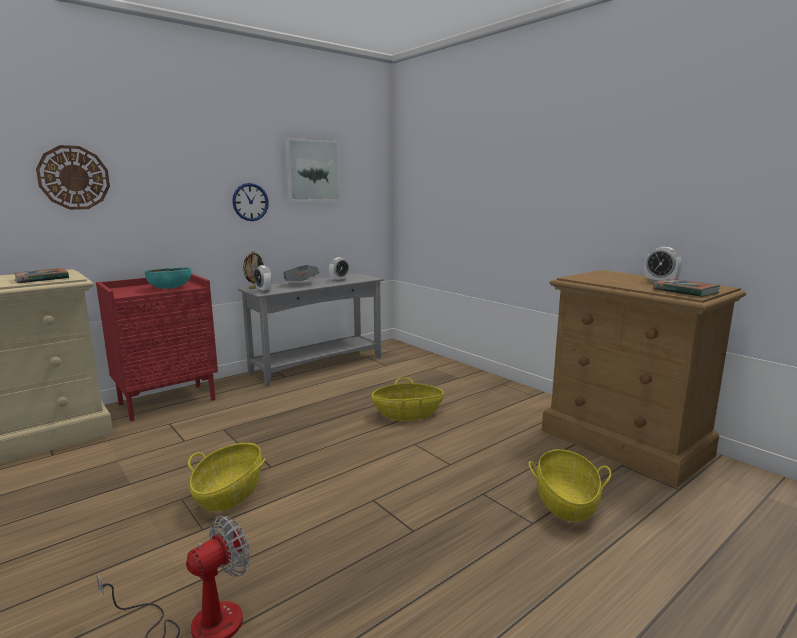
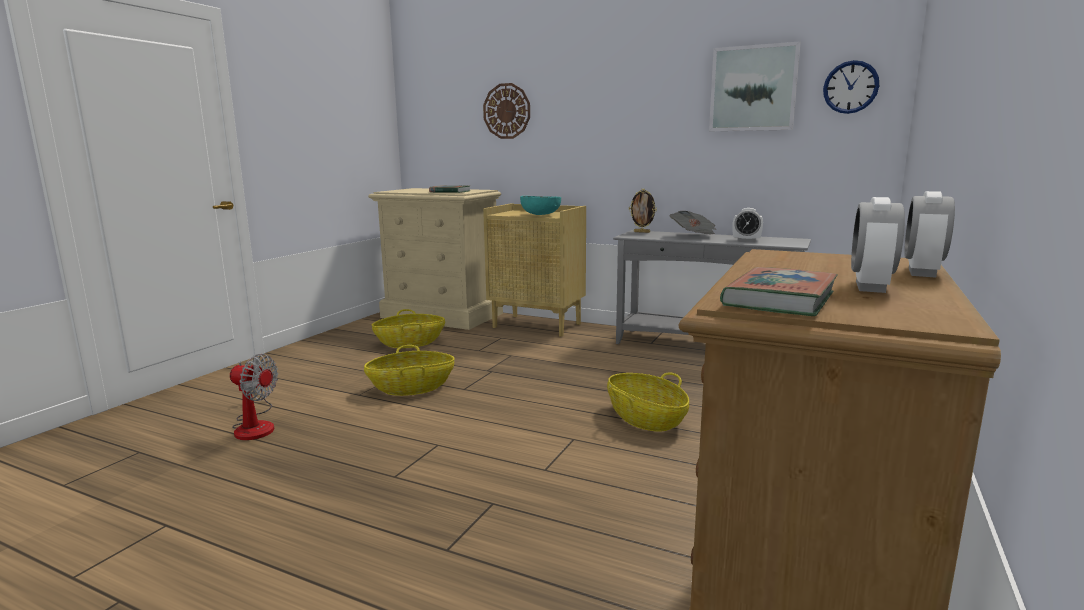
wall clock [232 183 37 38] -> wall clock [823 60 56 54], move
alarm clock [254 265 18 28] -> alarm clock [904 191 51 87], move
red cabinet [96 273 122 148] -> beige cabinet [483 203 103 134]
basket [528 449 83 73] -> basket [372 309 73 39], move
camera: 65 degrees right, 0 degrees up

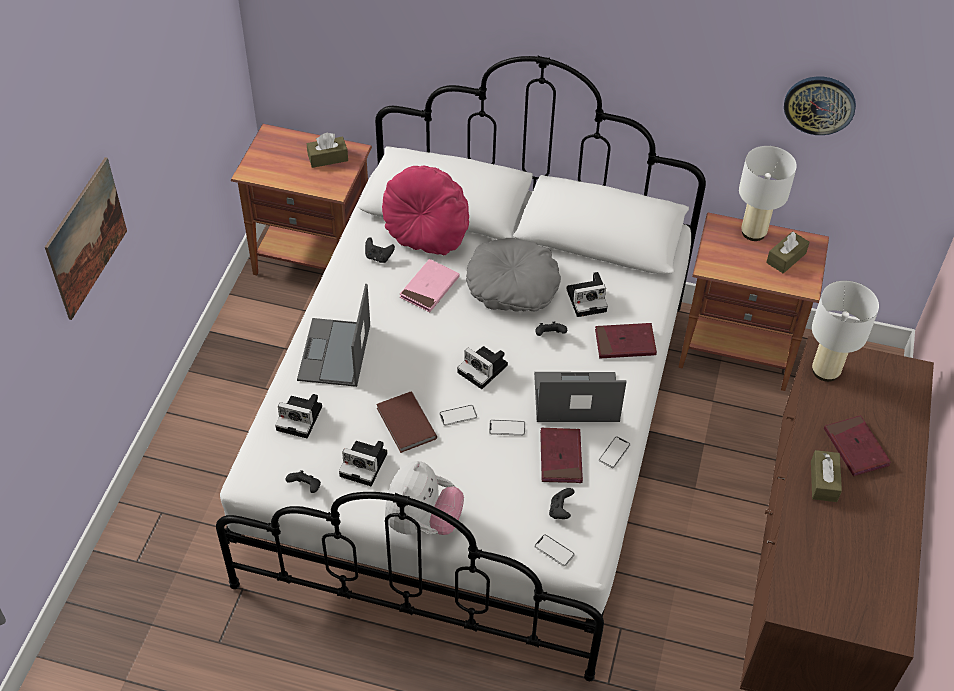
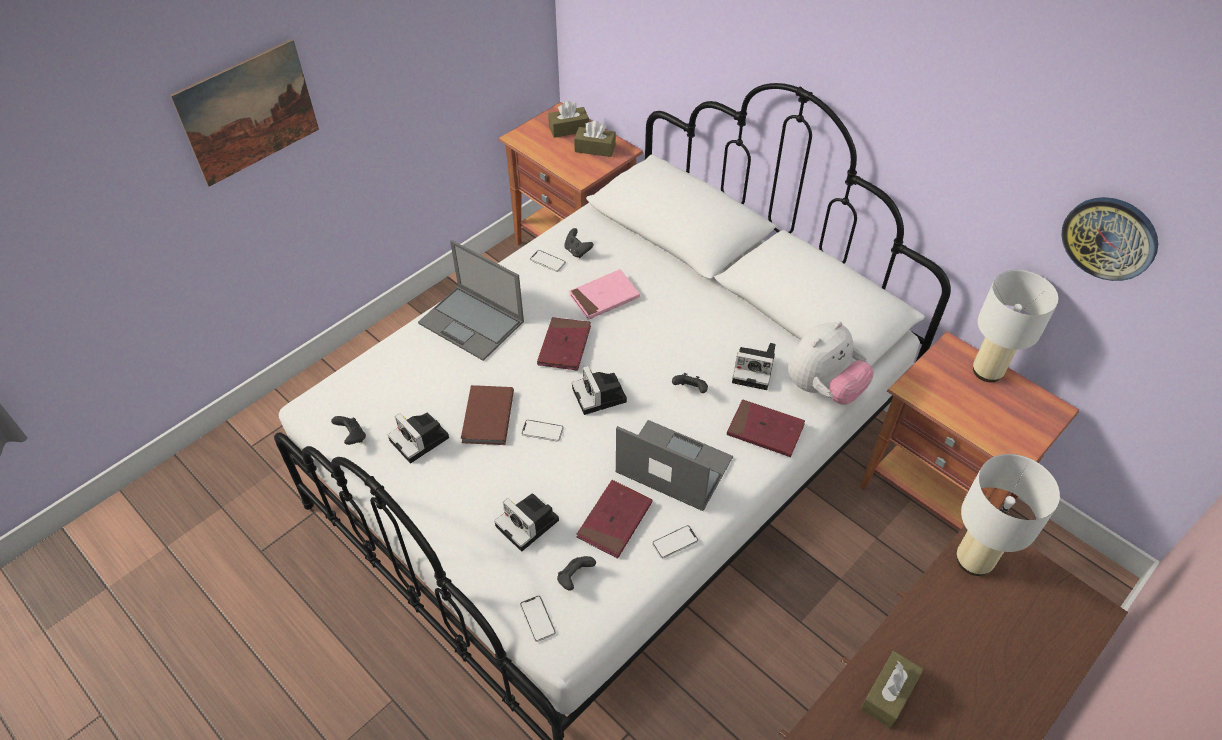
pink pillow [382 166 87 89] -> none
brown tissue box [766 231 44 43] -> brown tissue box [548 101 41 37], move
grey pillow [466 238 95 73] -> none
laptop [297 284 73 103] -> laptop [418 240 106 121], 90 degrees counterclockwise
photo camera [275 394 47 44] -> photo camera [494 493 65 59], move
red book [824 415 67 61] -> red book [537 317 54 54], move
phone [489 420 36 16] -> phone [530 250 36 22], move
plush toy [385 461 79 74] -> plush toy [788 321 86 84], move
camera: 30 degrees right, 0 degrees up

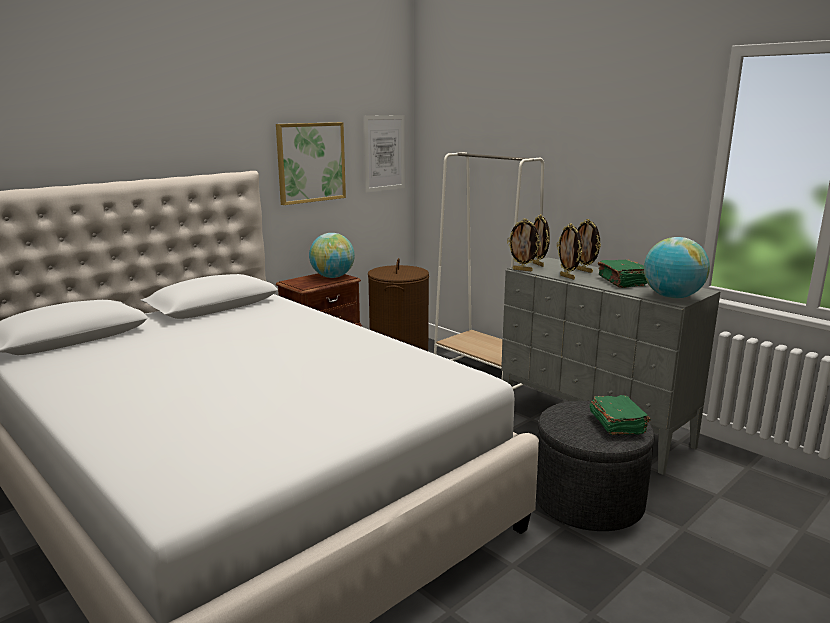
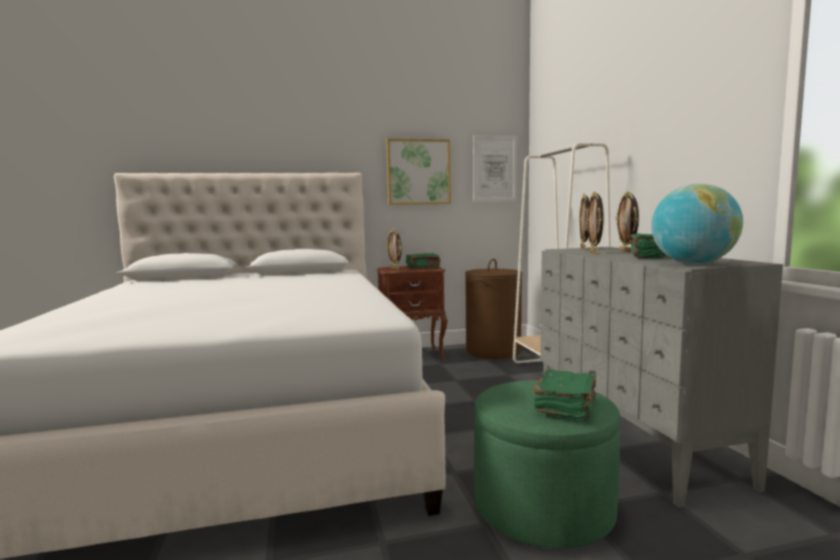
picture frame [507 219 34 52] -> picture frame [386 229 16 41], move
globe [309 233 46 45] -> green book [406 253 35 14]
grey ottoman [536 401 118 130] -> green ottoman [474 380 147 168]
camera: 30 degrees right, 10 degrees down

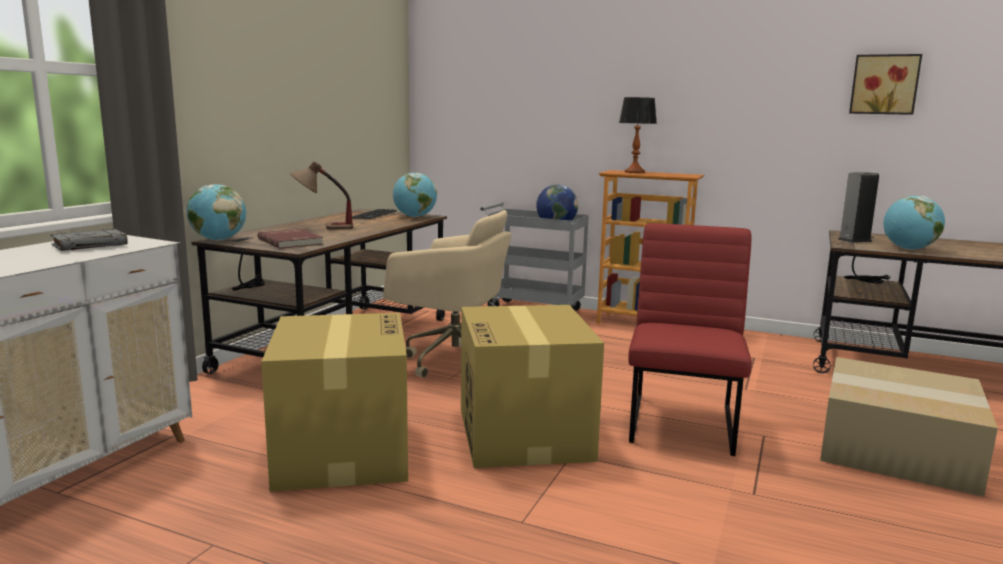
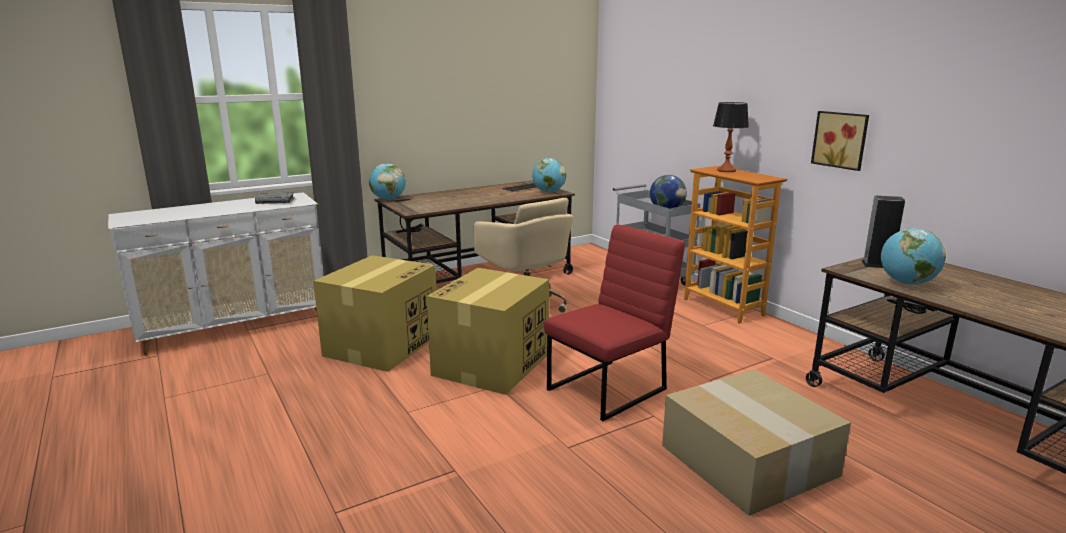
picture [849 54 73 61] -> picture [811 111 58 60], move
table lamp [290 161 63 69] -> none
red book [258 229 65 20] -> none
camera: 35 degrees right, 5 degrees up

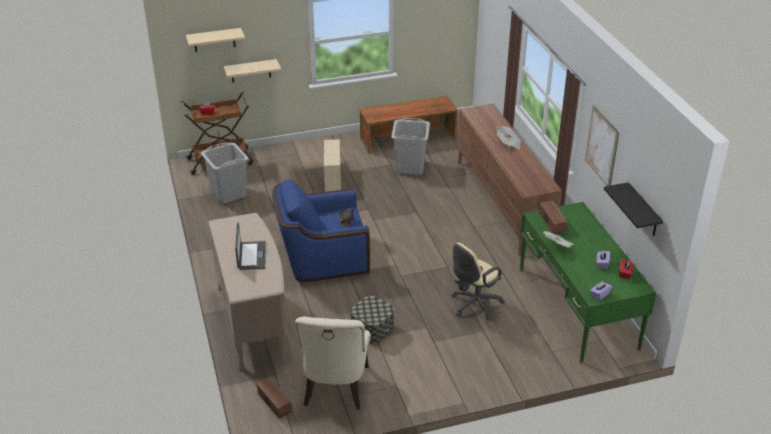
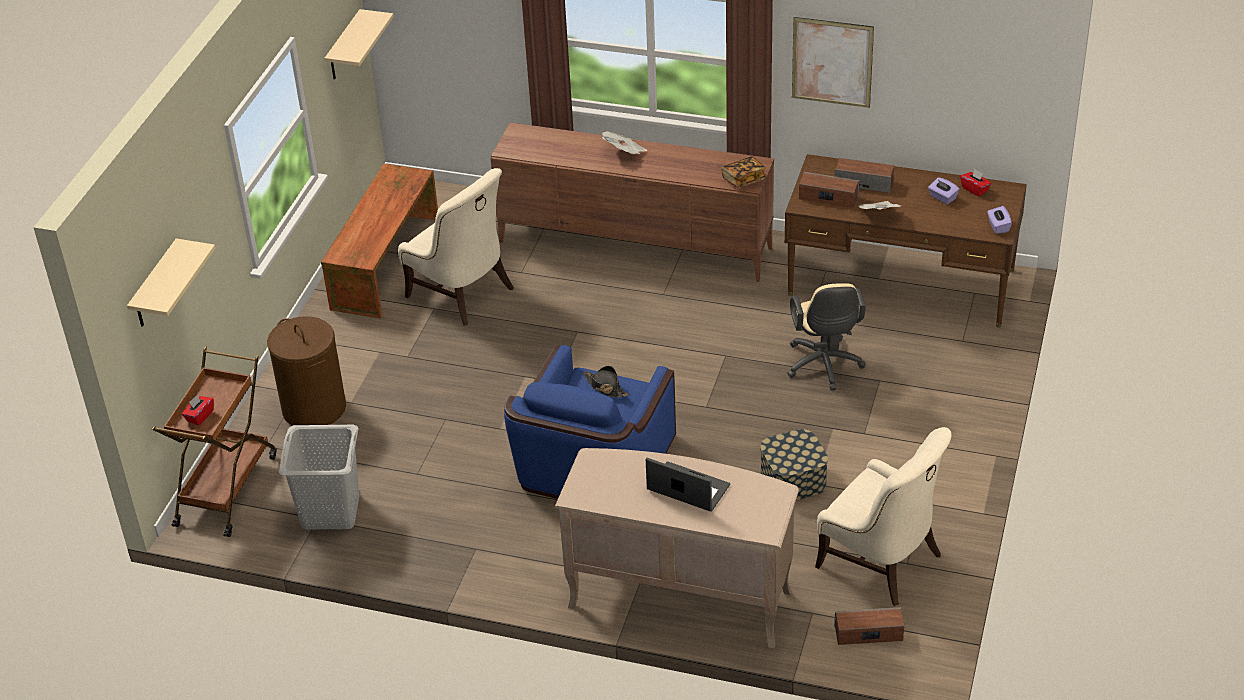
beige shelf [224 59 57 24] -> beige shelf [324 9 70 71], move
grey laundry basket [391 118 39 57] -> beige armchair [398 168 116 158]
beige storage box [324 140 17 52] -> none
black shelf [604 182 59 54] -> none
green desk [520 202 136 161] -> brown desk [785 154 242 174]
none -> book [722 157 44 31]
none -> speaker [834 158 60 35]
none -> brown laundry basket [267 316 79 110]
camera: 55 degrees left, 5 degrees up

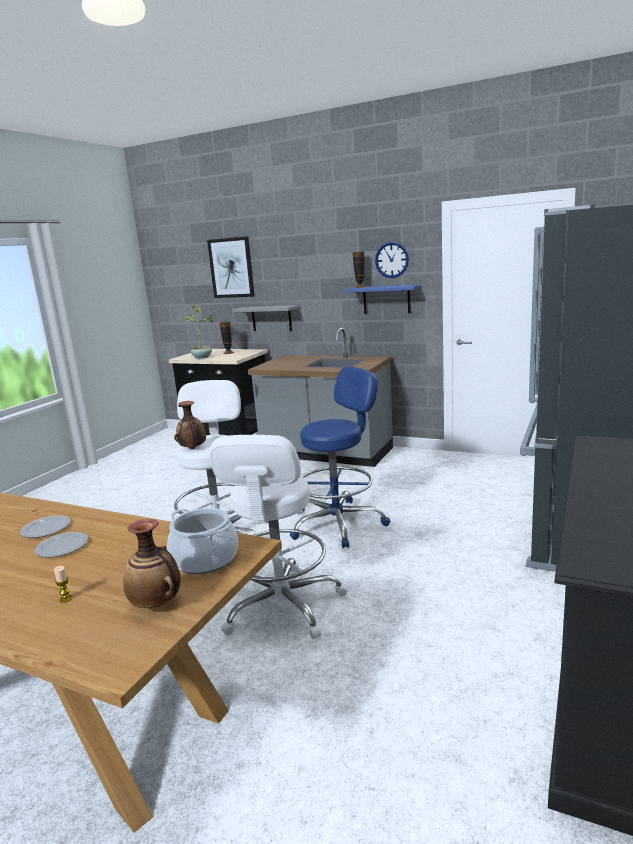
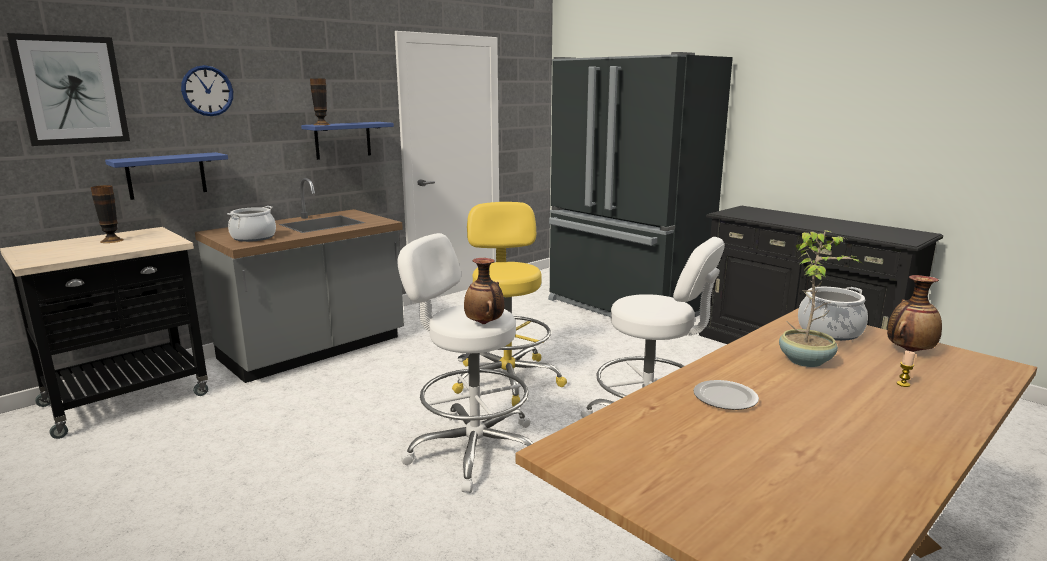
wall clock [375 242 34 36] -> wall clock [181 65 52 51], move
potted plant [184 305 32 54] -> potted plant [779 230 84 137], move
grey shelf [233 305 65 26] -> blue shelf [105 152 123 48]
blue stool [290 367 100 181] -> yellow stool [452 202 115 204]
plate [34 532 54 26] -> none
none -> cooking pot [227 206 49 36]
camera: 70 degrees left, 0 degrees up

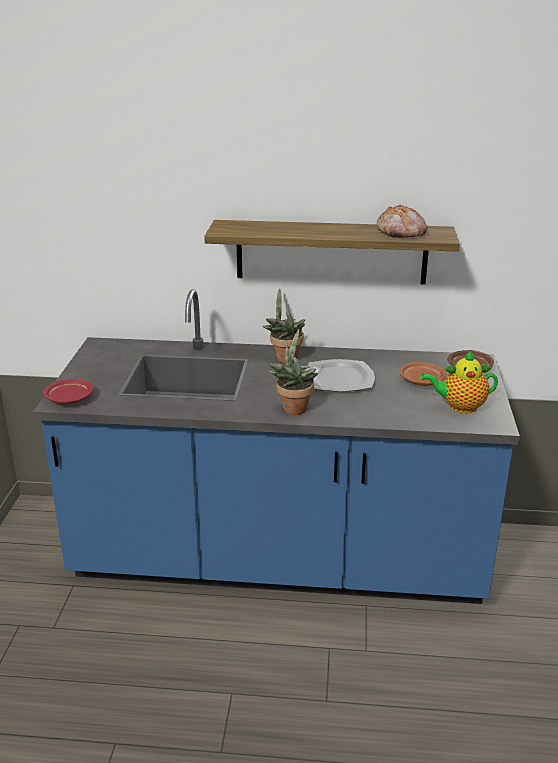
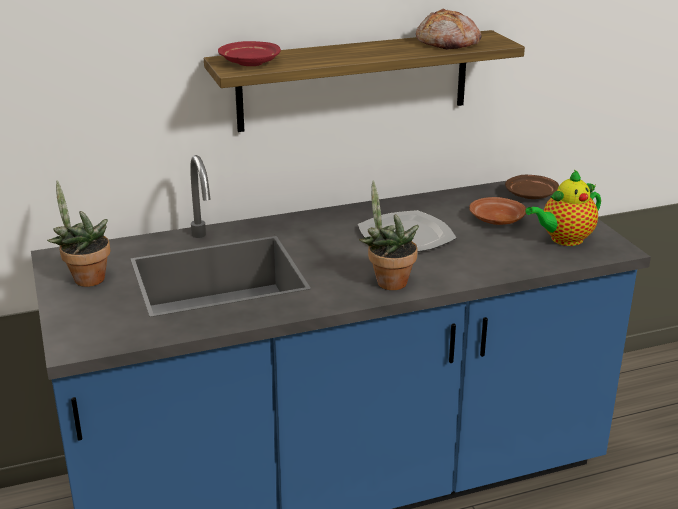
potted plant [263 288 42 75] -> potted plant [47 181 63 106], move
red plate [43 379 51 25] -> red plate [218 41 63 25], move
camera: 25 degrees left, 0 degrees up

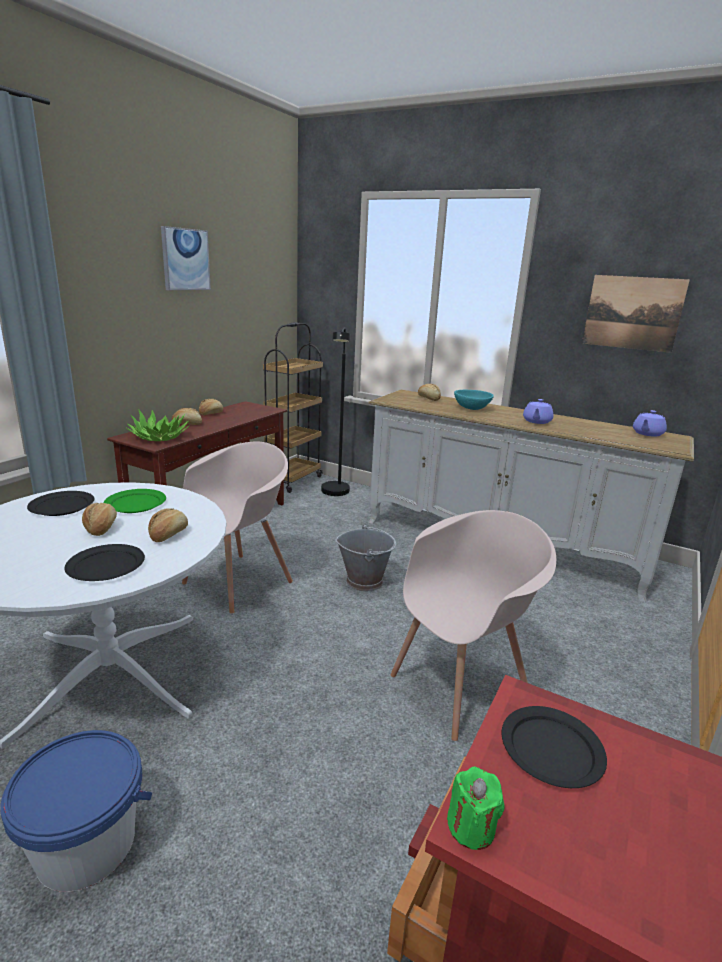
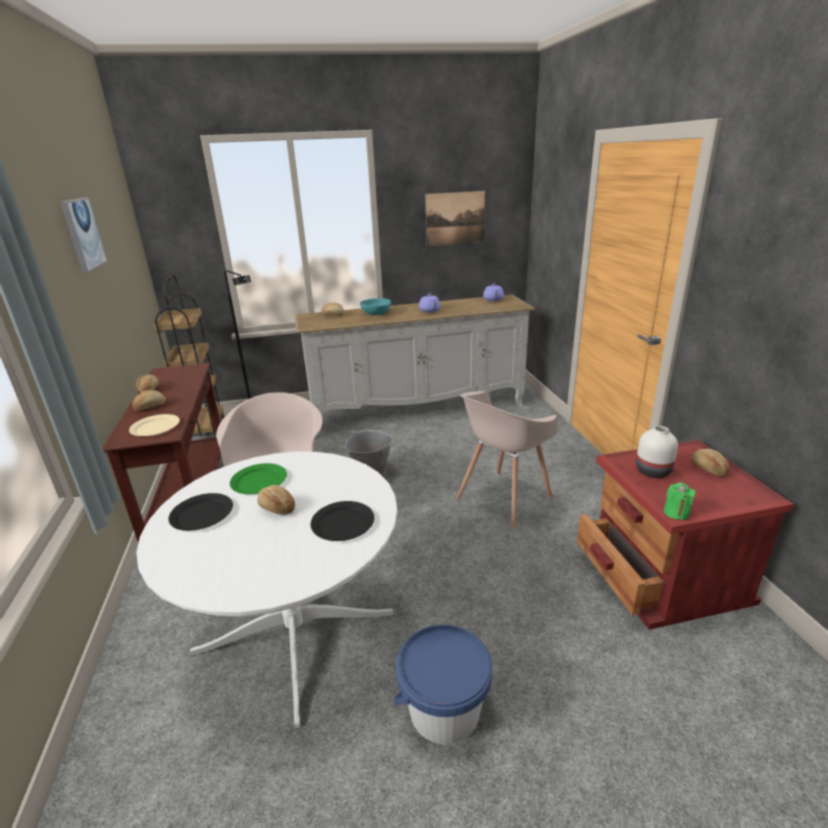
potted plant [126 409 64 32] -> beige plate [129 414 51 22]
bread [148 508 40 34] -> bread [691 449 39 27], move
beige chair [391 510 165 231] -> beige chair [456 391 101 137], 150 degrees counterclockwise
black plate [502 706 105 82] -> white vase [636 426 42 52]
camera: 40 degrees left, 5 degrees up

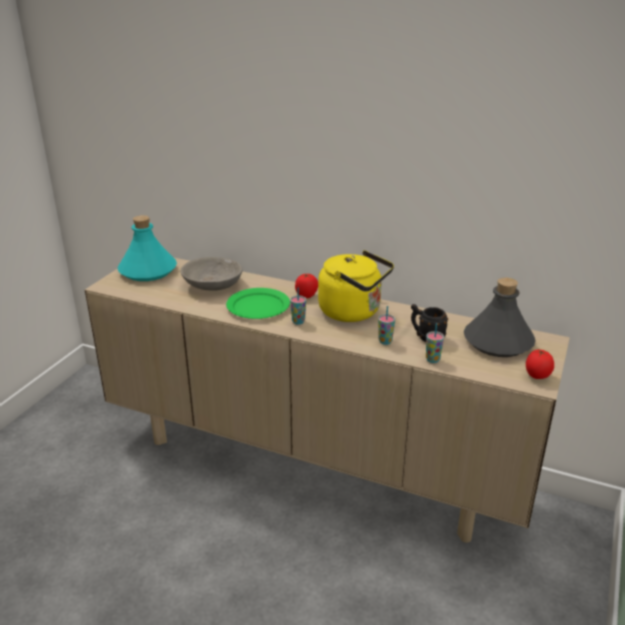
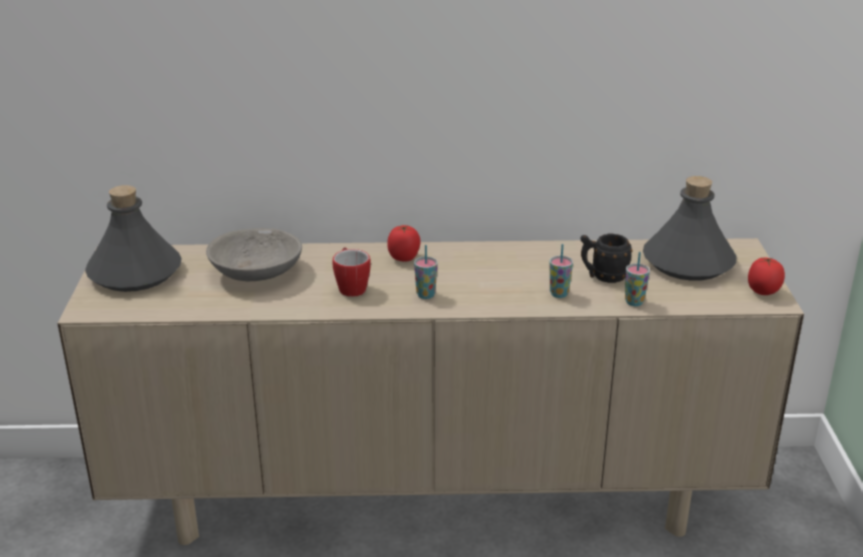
turquoise bottle [118 215 59 66] -> grey bottle [85 185 97 107]
yellow kettle [318 250 76 72] -> none
green plate [226 288 64 31] -> mug [332 247 39 50]
camera: 25 degrees left, 0 degrees up

